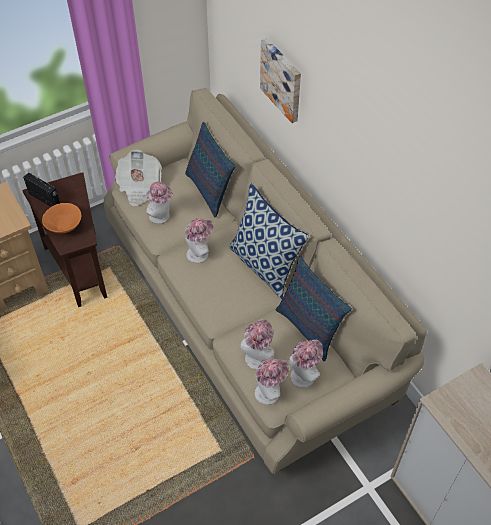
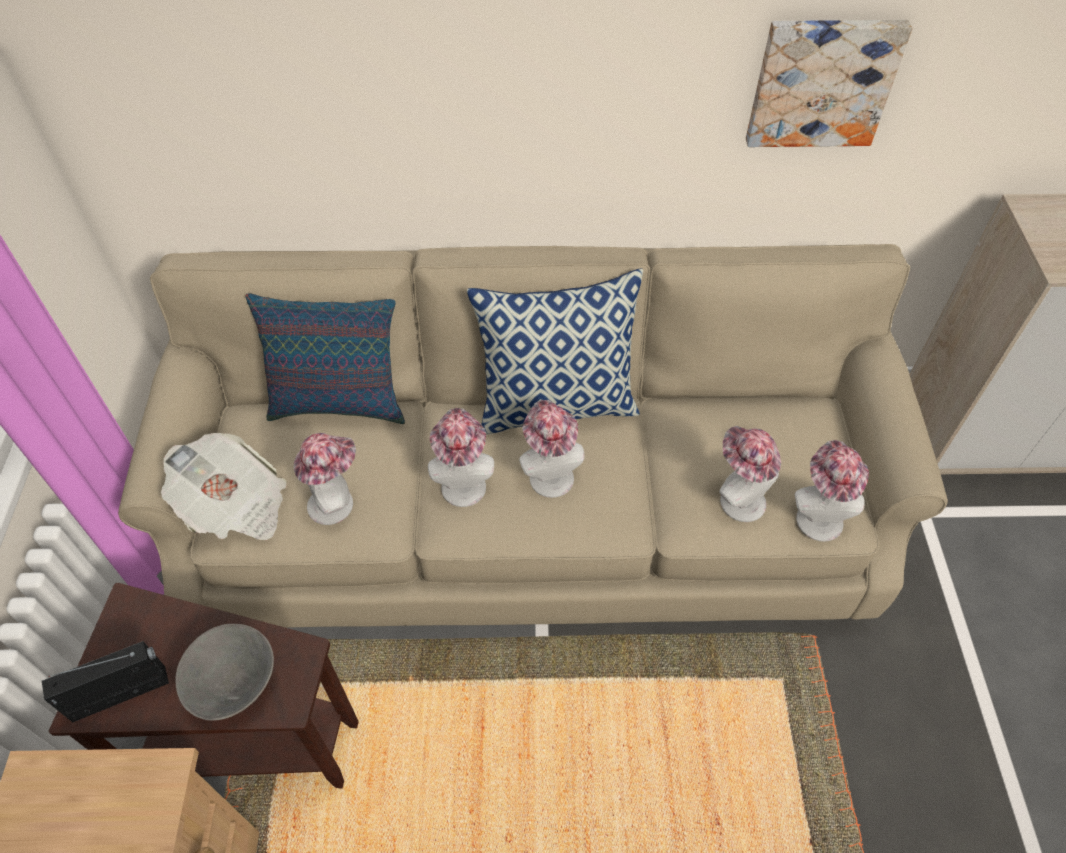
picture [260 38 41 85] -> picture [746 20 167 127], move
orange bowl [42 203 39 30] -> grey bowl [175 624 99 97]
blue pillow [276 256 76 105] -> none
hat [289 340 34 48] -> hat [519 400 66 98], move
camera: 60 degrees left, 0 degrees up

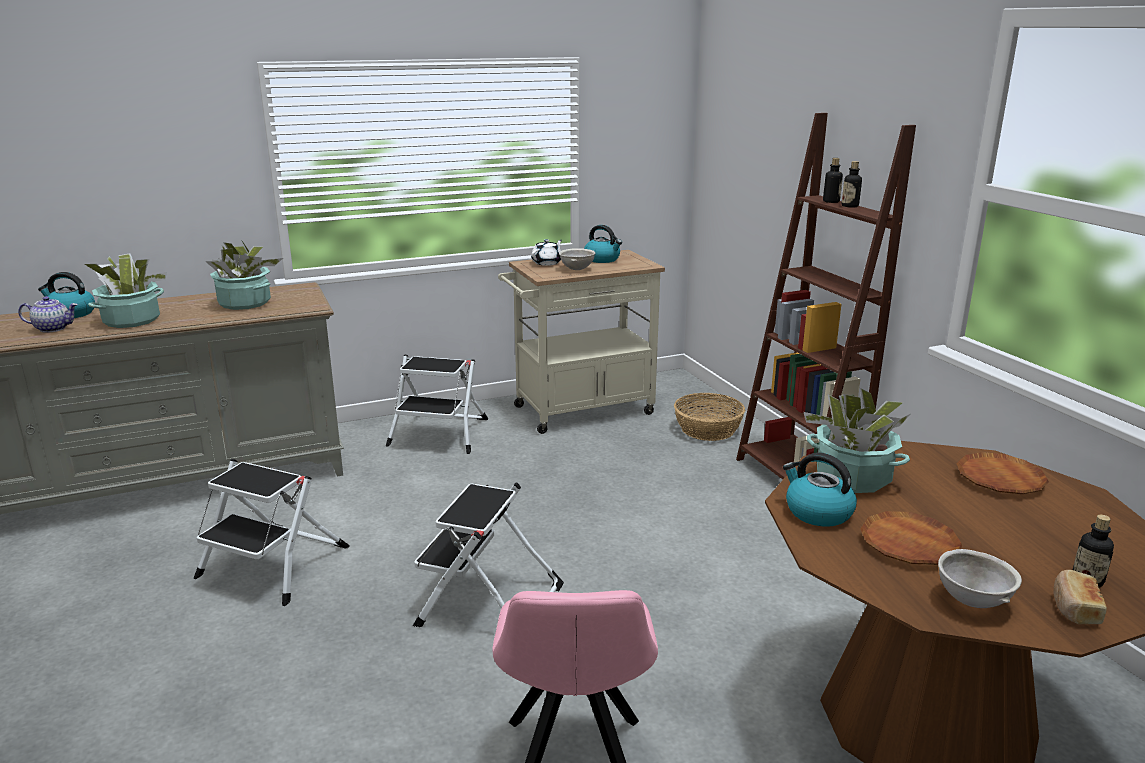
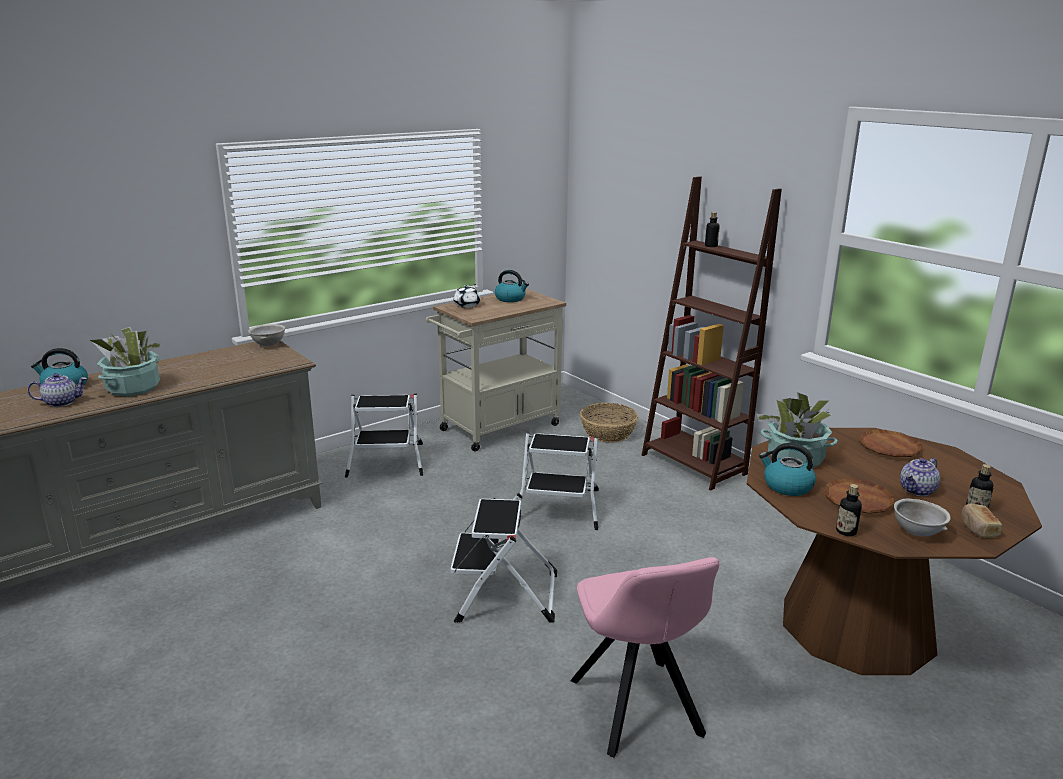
bottle [842 161 20 47] -> bottle [836 484 26 52], move
potted plant [205 240 78 70] -> none
grey bowl [559 248 36 22] -> grey bowl [248 324 37 22], move
step ladder [194 459 156 147] -> step ladder [520 432 79 98], move
none -> teapot [900 458 40 38]
camera: 15 degrees left, 0 degrees up

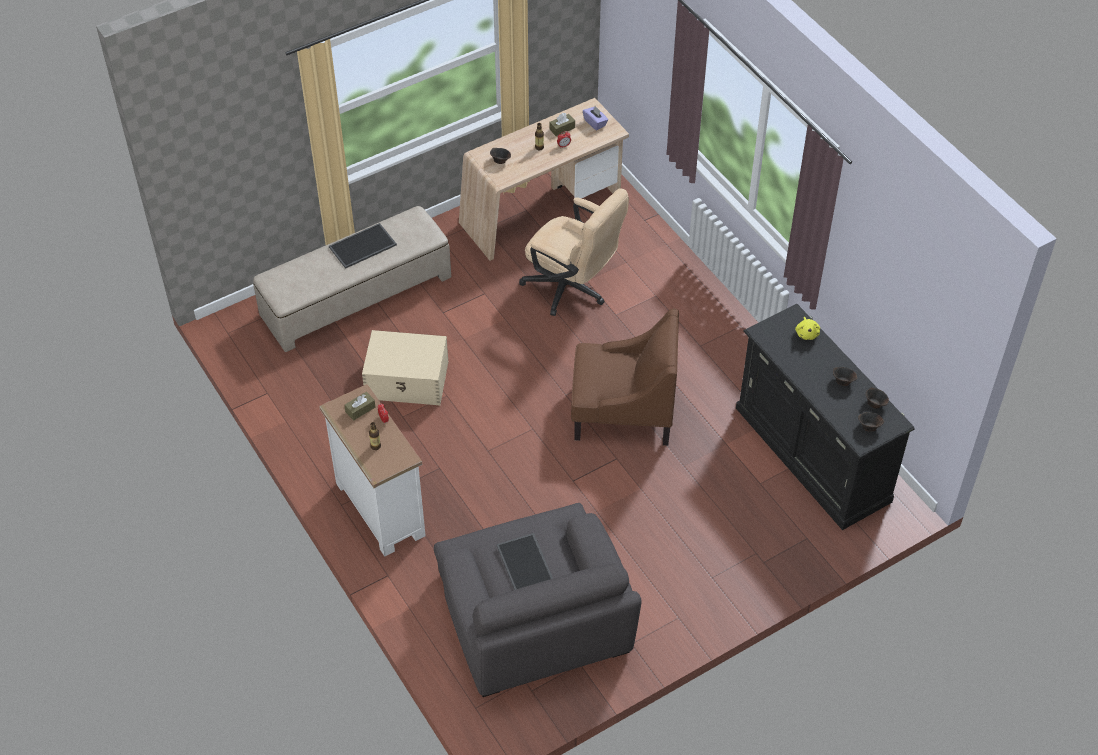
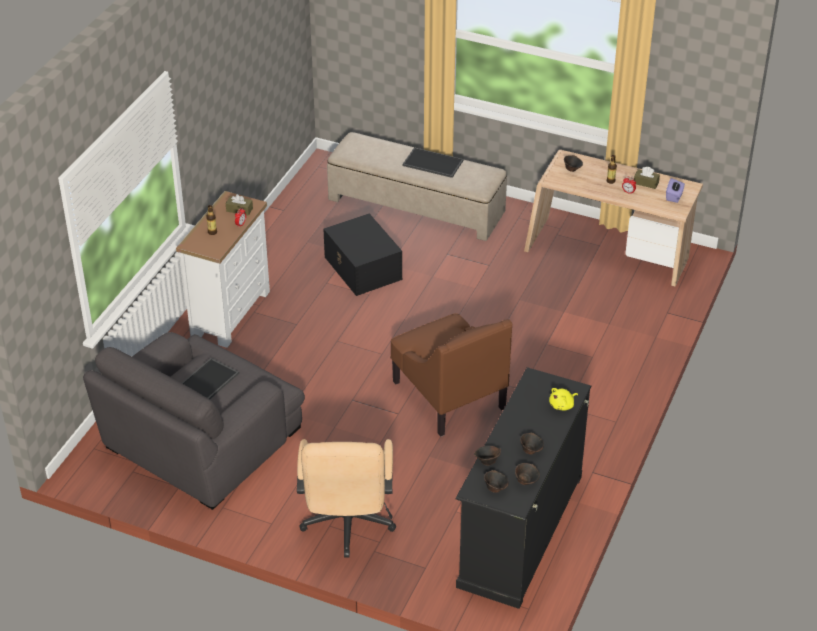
beige office chair [519 188 110 128] -> beige office chair [297 439 99 118], move
beige storage box [362 330 86 75] -> black storage box [323 213 79 83]
none -> brown bowl [474 446 27 19]
camera: 55 degrees right, 10 degrees down

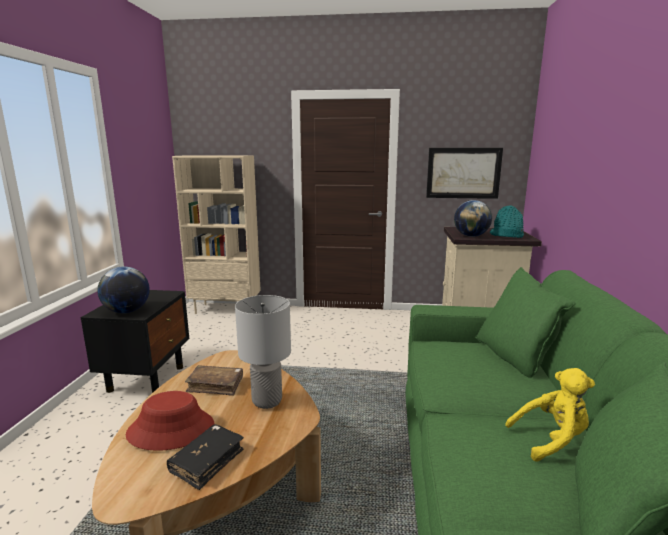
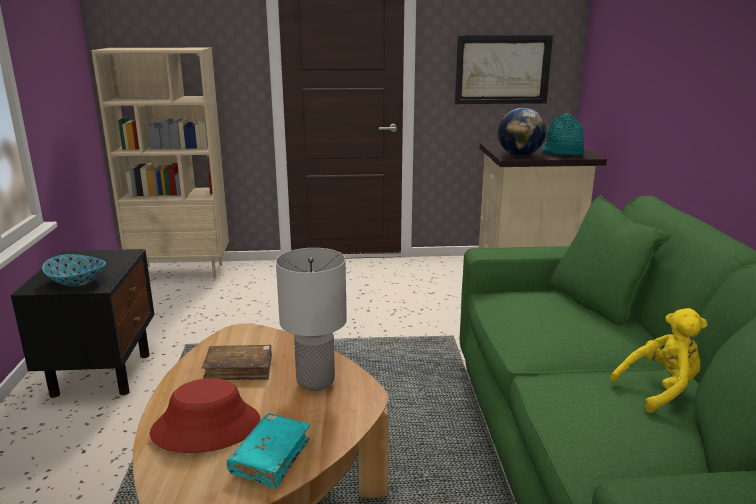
globe [97 267 53 46] -> bowl [42 254 64 33]
black book [167 424 77 66] -> turquoise book [227 414 83 75]
camera: 10 degrees left, 5 degrees up

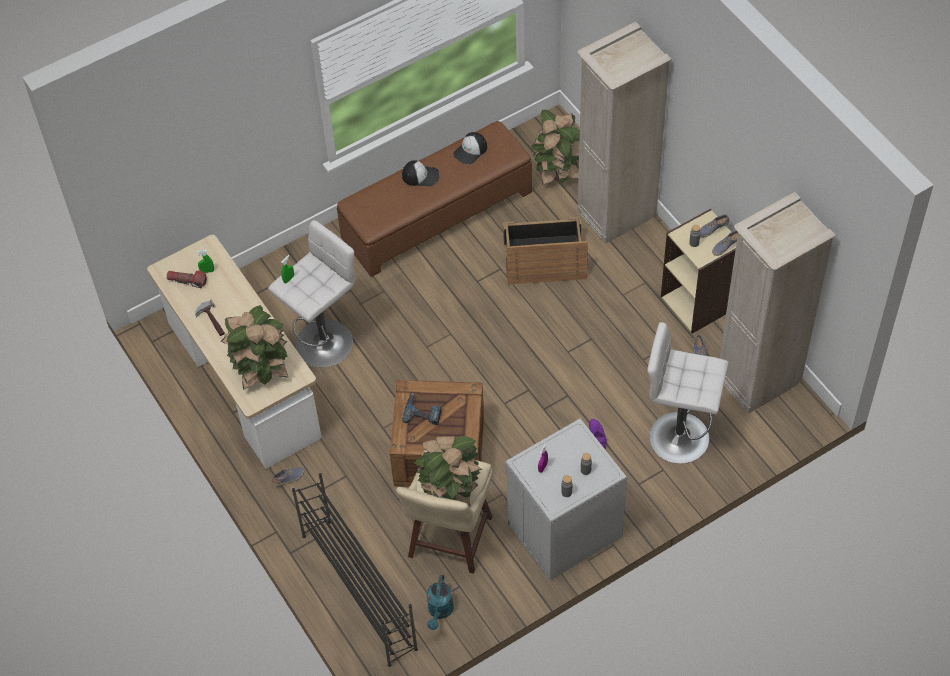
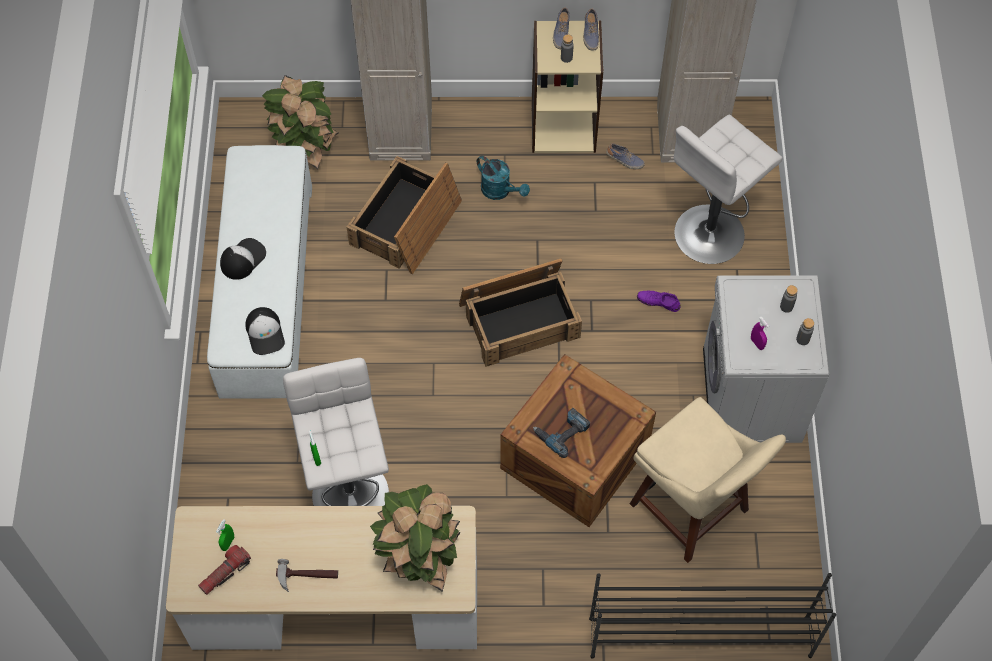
brown bench [337 121 195 156] -> white bench [207 145 105 253]
cap [453 132 34 32] -> cap [245 307 40 48], move
potted plant [415 436 67 71] -> none
shoe [272 467 32 19] -> none
turquoise watering can [426 575 28 55] -> turquoise watering can [476 155 54 45], move
none -> crate [459 258 123 109]
camera: 60 degrees left, 5 degrees up

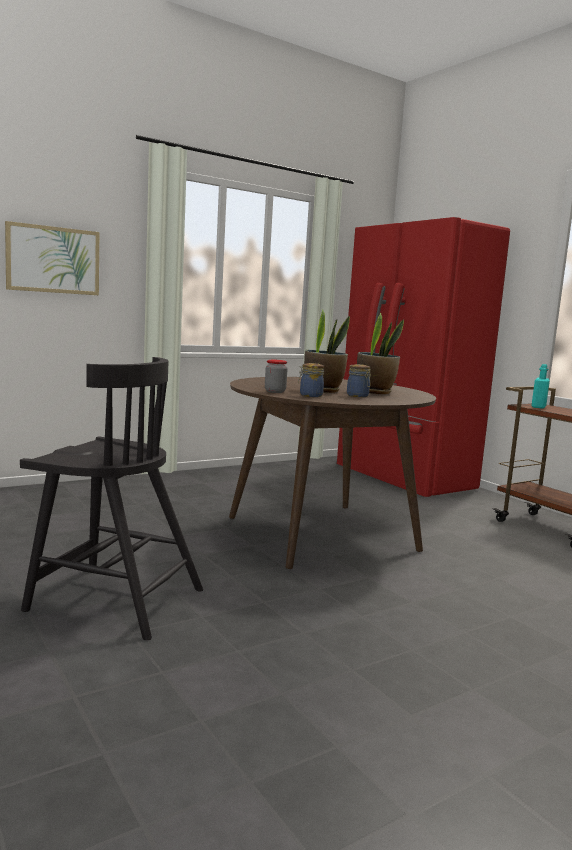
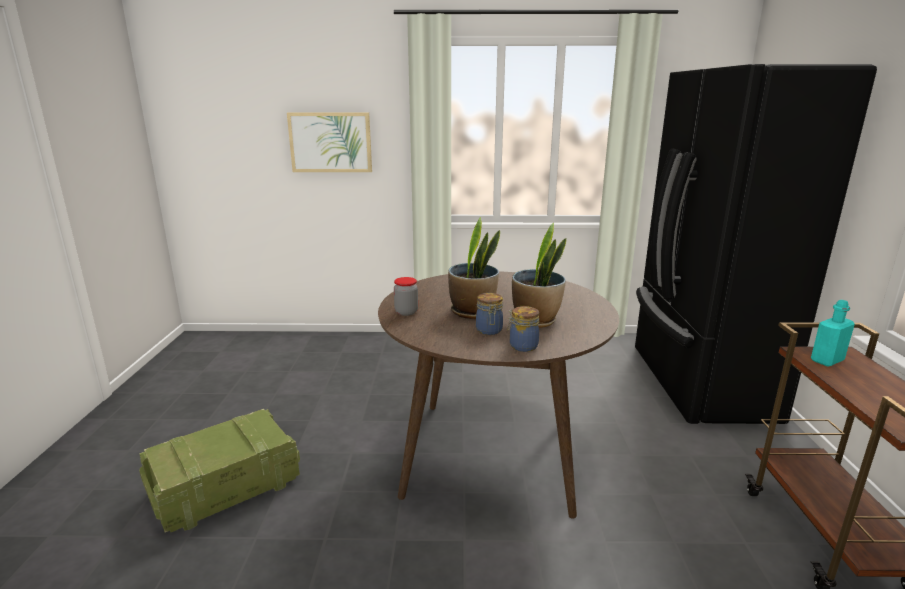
red fridge [337 217 173 280] -> black fridge [635 64 242 360]
black chair [20 357 183 283] -> crate [139 409 161 123]
jar [298 363 26 34] -> jar [507 306 32 46], move
camera: 35 degrees right, 10 degrees up

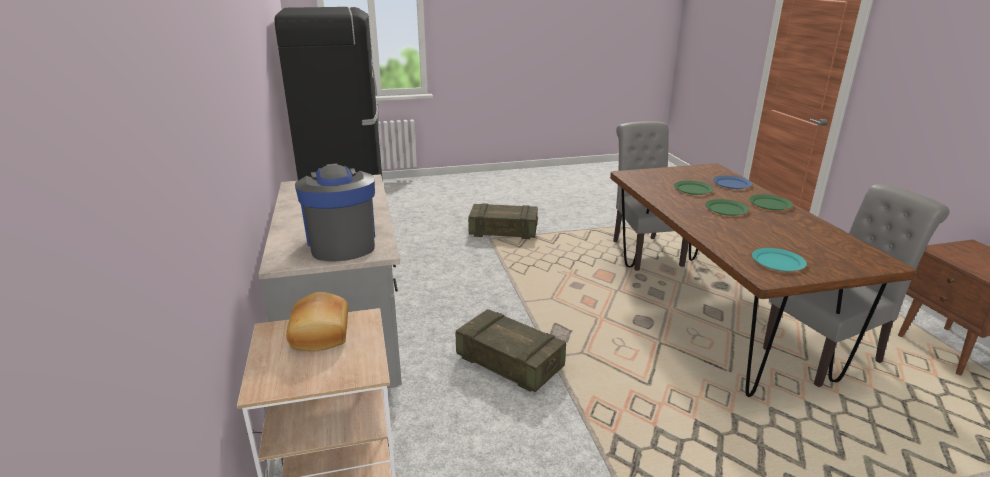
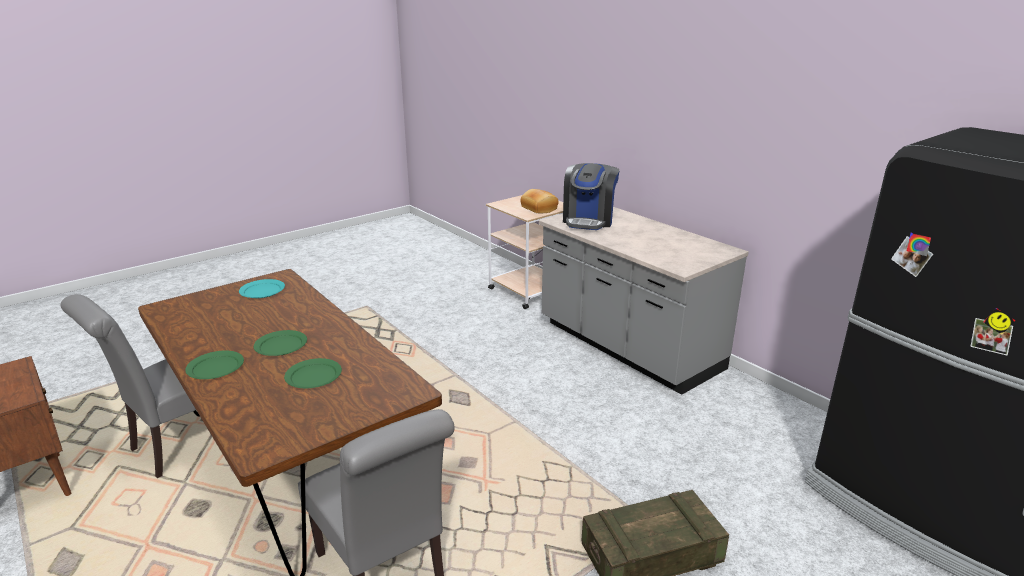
coffee machine [295 163 80 98] -> coffee machine [563 163 57 67], 60 degrees clockwise
blue plate [713 176 39 13] -> none
crate [455 309 111 83] -> none
camera: 155 degrees right, 0 degrees up

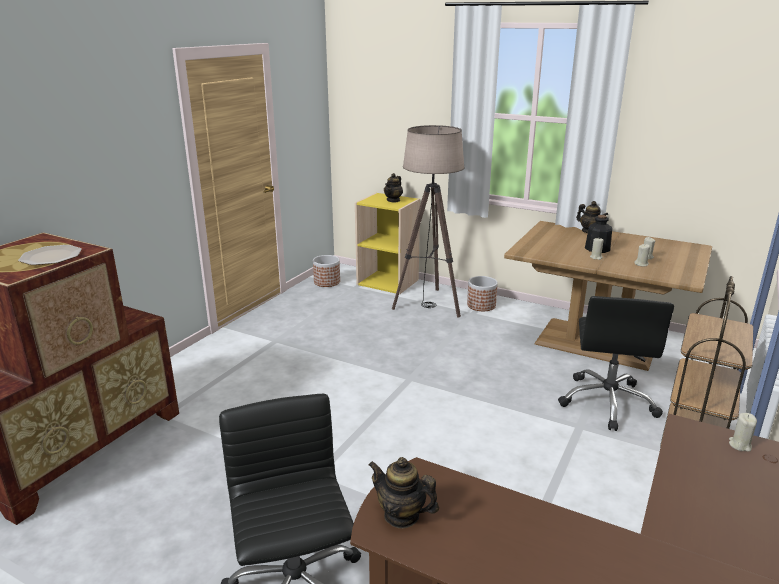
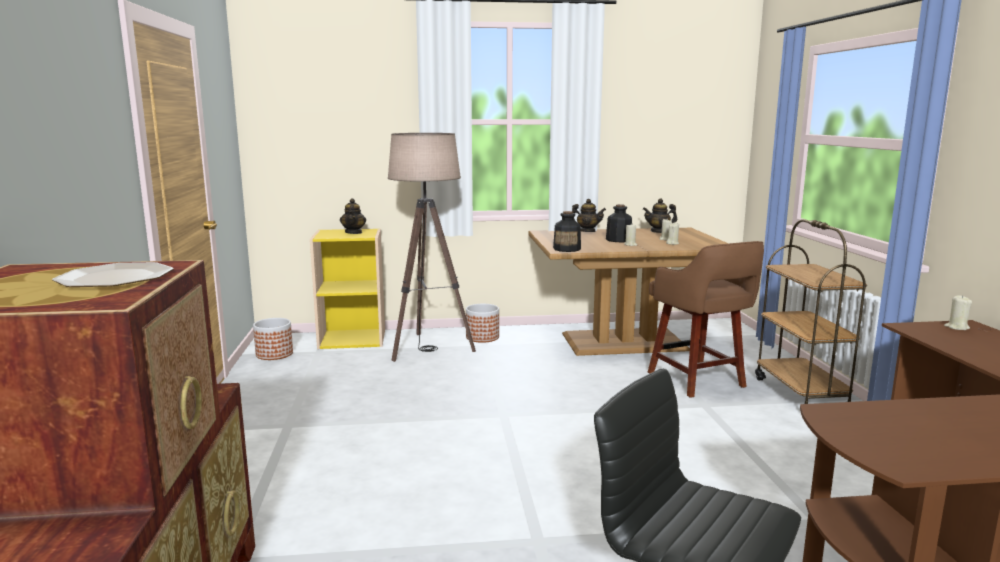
black office chair [558 296 116 135] -> brown stool [648 241 116 157]
teapot [368 457 71 71] -> teapot [643 199 34 34], move
none -> bottle [553 211 28 41]
camera: 35 degrees left, 10 degrees down

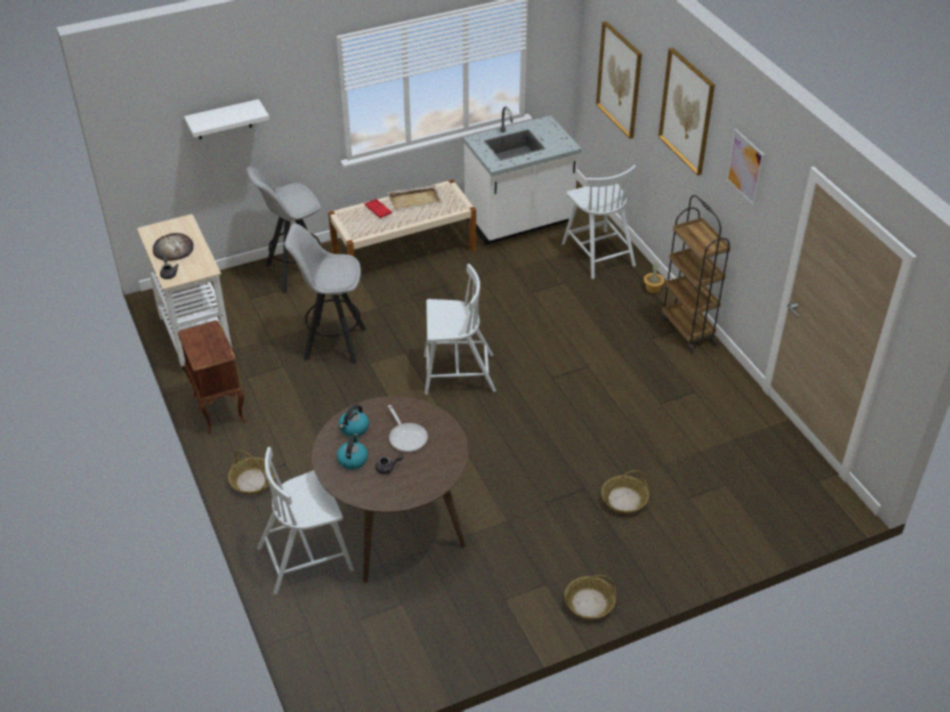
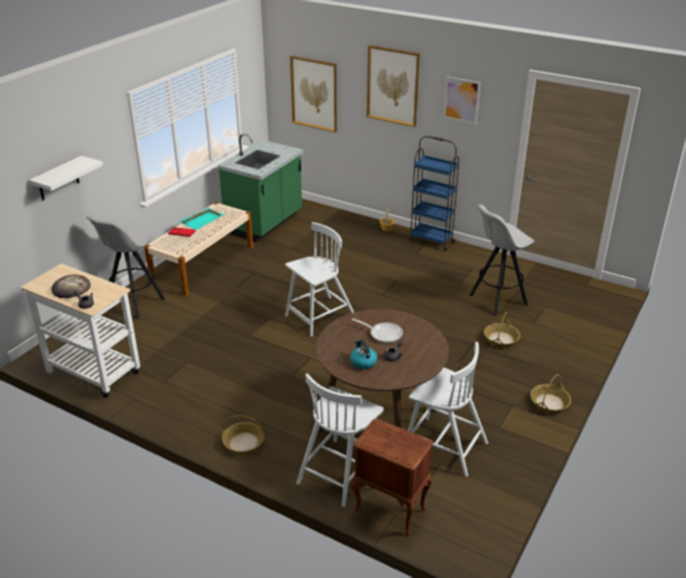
white counter [463 107 119 138] -> green counter [218 133 86 109]
white chair [562 165 74 114] -> white chair [408 342 80 135], move
beige tray [387 185 55 26] -> turquoise tray [178 207 46 23]
brown cart [661 195 70 158] -> blue cart [409 136 50 115]
grey stool [284 223 82 141] -> grey stool [469 204 65 112], move
brown nightstand [178 320 68 114] -> brown nightstand [351 419 82 118], move
kettle [339 404 30 33] -> none
camera: 35 degrees left, 10 degrees down

